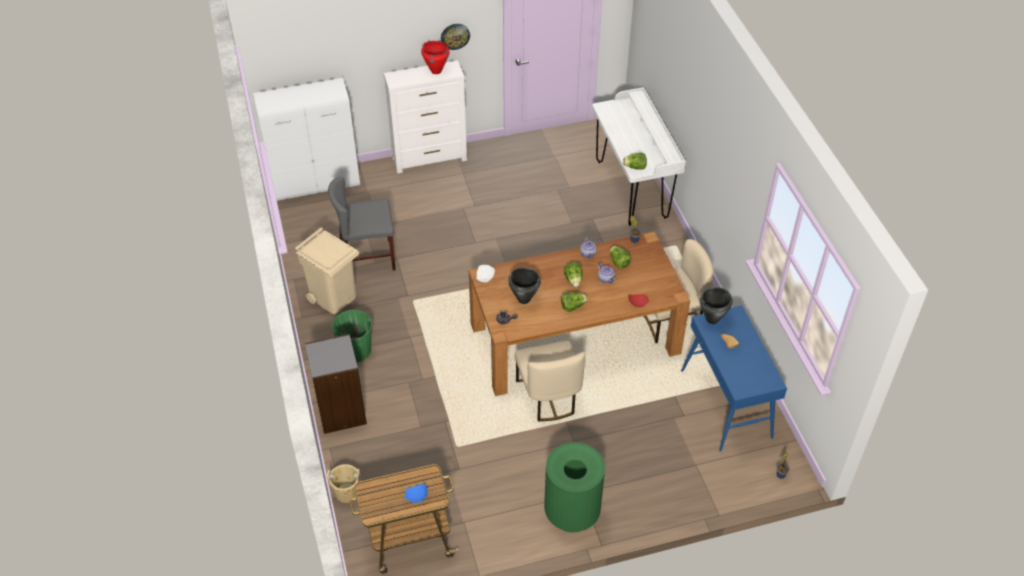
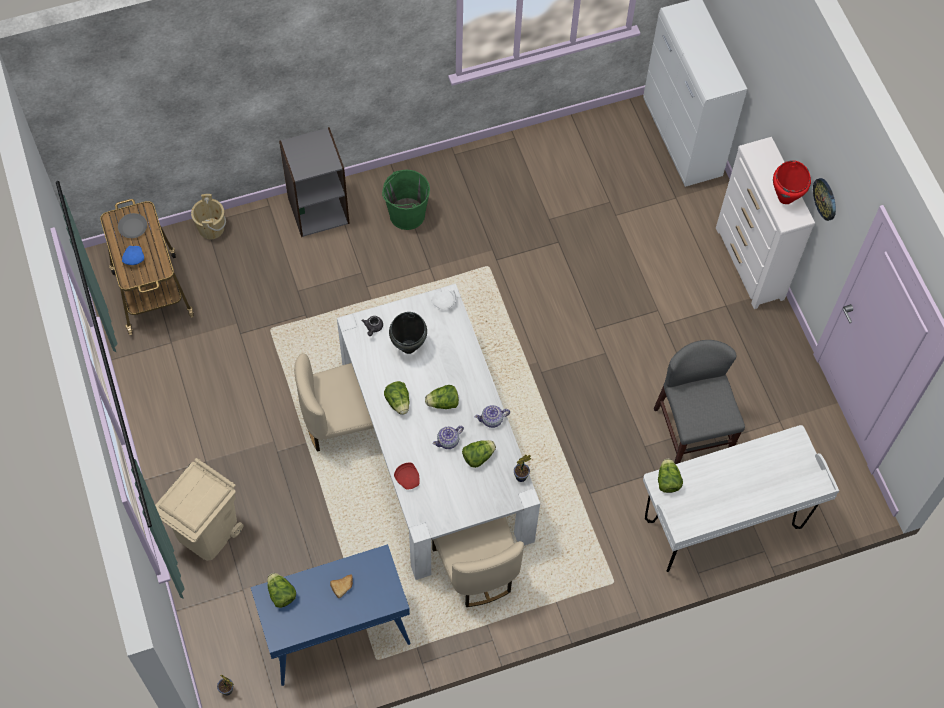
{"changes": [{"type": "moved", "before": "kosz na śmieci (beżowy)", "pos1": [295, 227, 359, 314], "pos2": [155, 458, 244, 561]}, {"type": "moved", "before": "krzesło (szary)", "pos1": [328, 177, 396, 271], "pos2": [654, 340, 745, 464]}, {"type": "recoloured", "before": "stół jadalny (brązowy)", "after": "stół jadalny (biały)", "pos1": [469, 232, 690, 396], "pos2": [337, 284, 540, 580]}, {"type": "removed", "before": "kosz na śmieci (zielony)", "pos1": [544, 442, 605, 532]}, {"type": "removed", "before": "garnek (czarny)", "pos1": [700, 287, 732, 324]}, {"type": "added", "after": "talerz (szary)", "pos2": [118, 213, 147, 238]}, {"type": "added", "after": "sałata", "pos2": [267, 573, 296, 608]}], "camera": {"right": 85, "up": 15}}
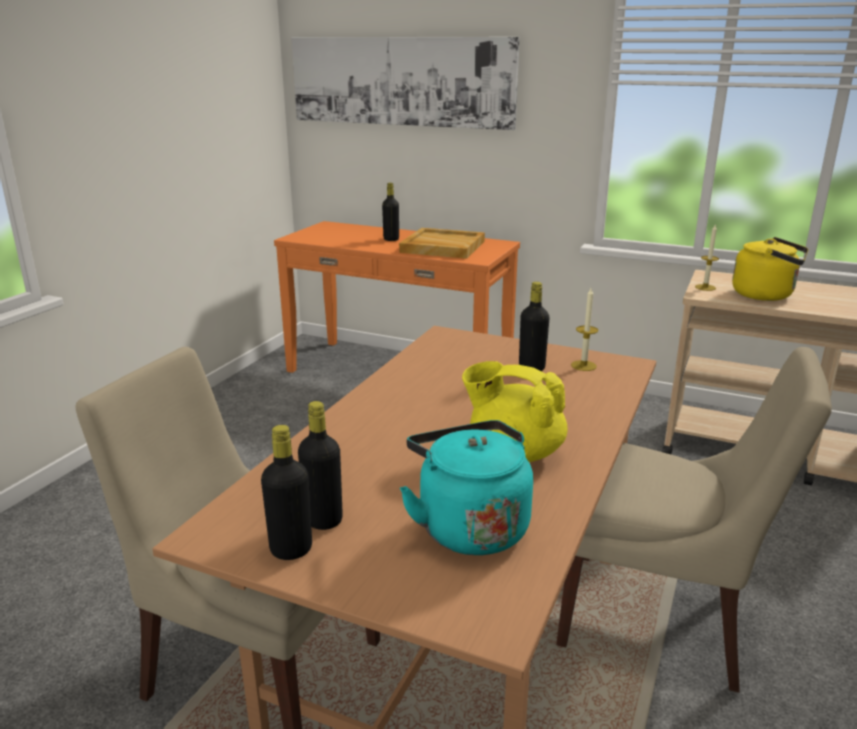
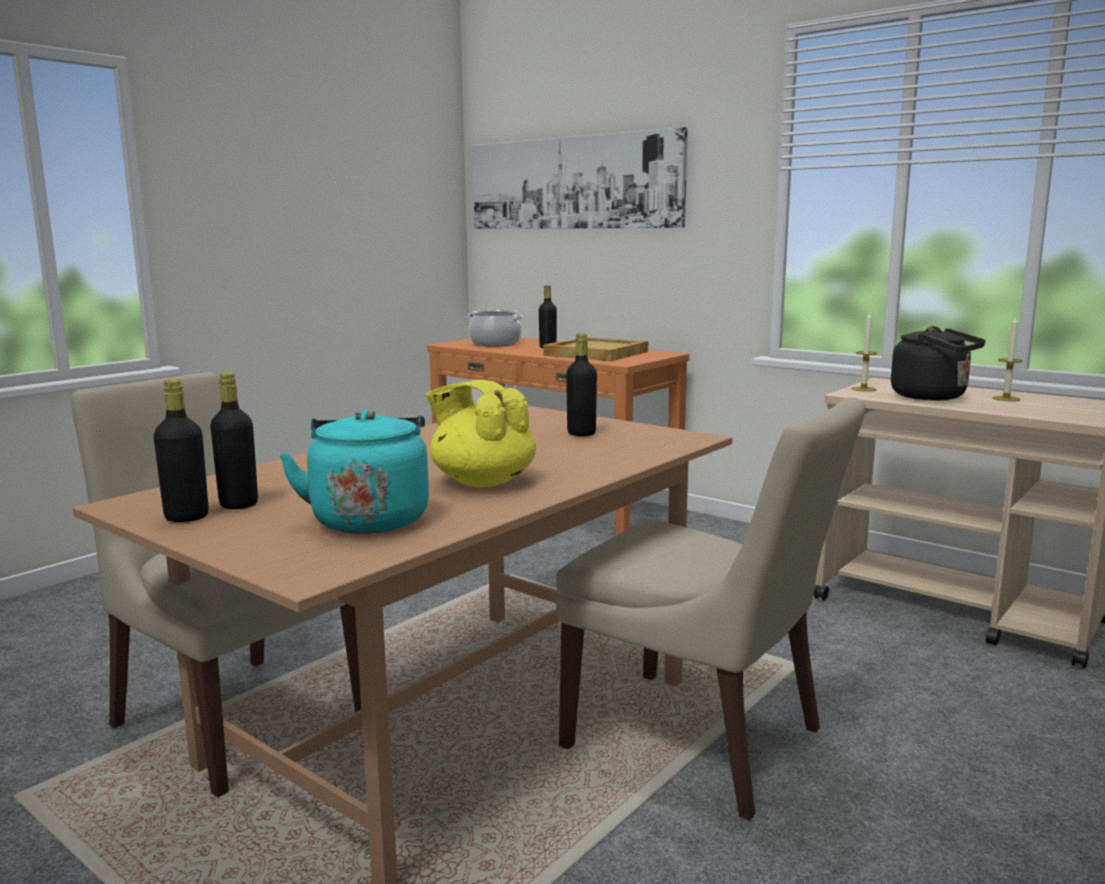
{"changes": [{"type": "moved", "before": "świeca", "pos1": [571, 288, 598, 371], "pos2": [992, 316, 1023, 401]}, {"type": "recoloured", "before": "czajnik (żółty)", "after": "czajnik (czarny)", "pos1": [732, 237, 808, 301], "pos2": [891, 326, 986, 401]}, {"type": "added", "after": "garnek", "pos2": [467, 310, 523, 347]}], "camera": {"right": 15, "up": -10}}
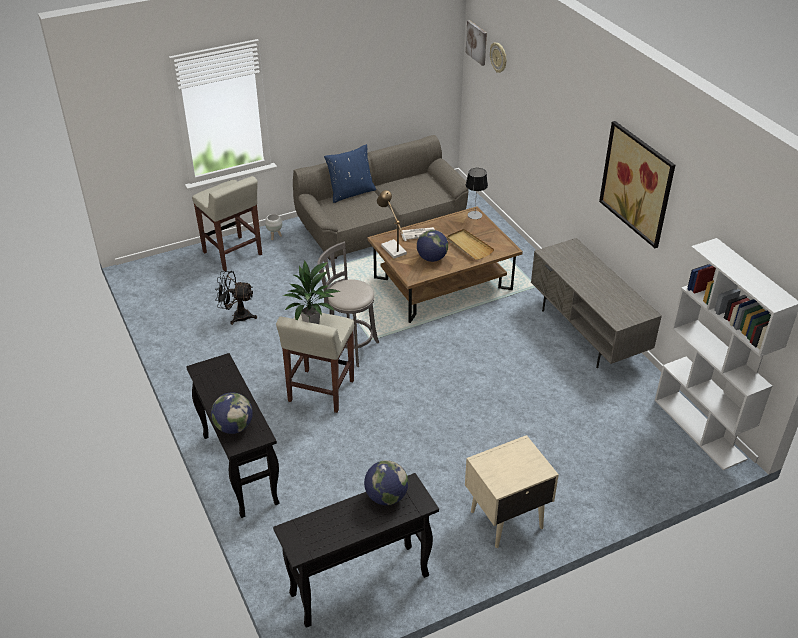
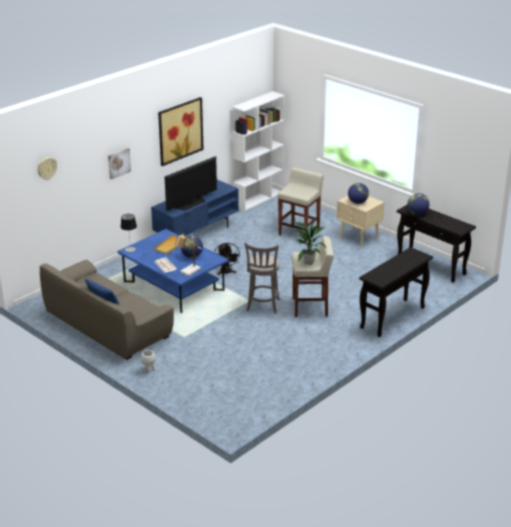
{"changes": [{"type": "moved", "before": "stołek (beżowy)", "pos1": [192, 176, 262, 271], "pos2": [278, 168, 324, 242]}, {"type": "moved", "before": "globus", "pos1": [211, 392, 253, 434], "pos2": [348, 183, 369, 204]}, {"type": "moved", "before": "wentylator (czarny)", "pos1": [215, 271, 257, 325], "pos2": [214, 243, 241, 275]}, {"type": "recoloured", "before": "ława (brązowy)", "after": "ława (niebieski)", "pos1": [368, 206, 523, 323], "pos2": [117, 229, 228, 313]}, {"type": "moved", "before": "obraz", "pos1": [466, 20, 487, 66], "pos2": [108, 148, 131, 179]}, {"type": "recoloured", "before": "szafka pod telewizor (szary)", "after": "szafka pod telewizor (niebieski)", "pos1": [531, 238, 662, 368], "pos2": [151, 180, 239, 236]}, {"type": "added", "after": "telewizor", "pos2": [165, 156, 217, 211]}], "camera": {"right": -110, "up": -10}}
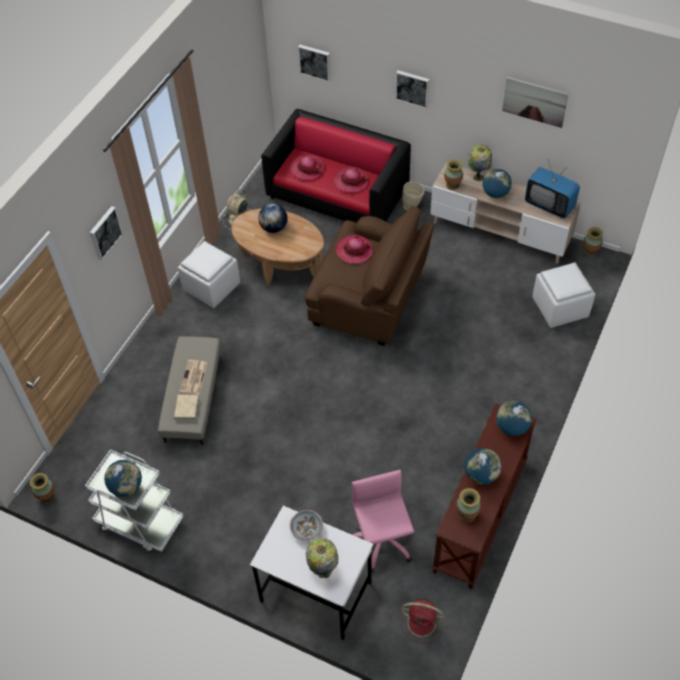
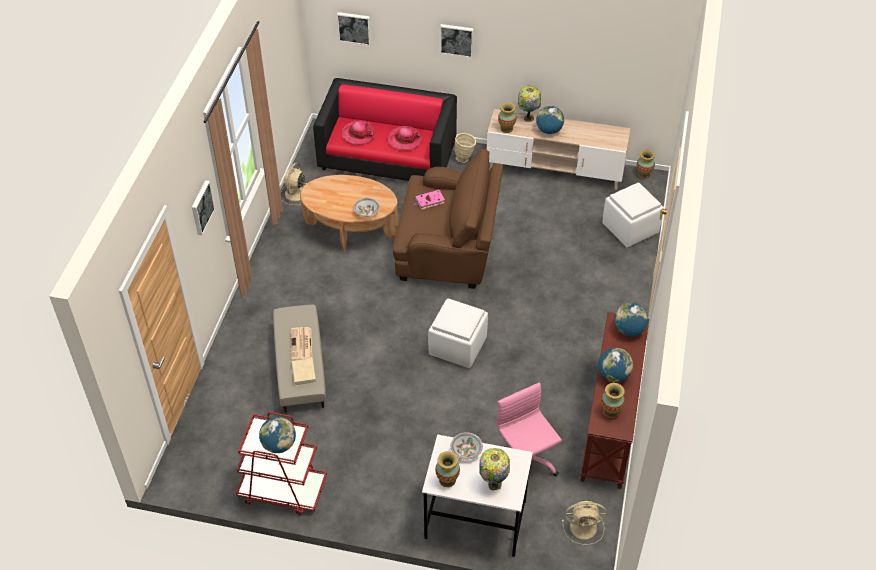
{"changes": [{"type": "moved", "before": "wazon", "pos1": [30, 473, 55, 504], "pos2": [435, 451, 460, 487]}, {"type": "recoloured", "before": "wózek (biały)", "after": "wózek (czerwony)", "pos1": [85, 450, 184, 552], "pos2": [236, 412, 327, 514]}, {"type": "moved", "before": "pufa (biały)", "pos1": [178, 241, 240, 308], "pos2": [428, 299, 488, 368]}, {"type": "removed", "before": "globus", "pos1": [258, 204, 288, 233]}, {"type": "replaced", "before": "kapelusz", "after": "książka (różowy)", "pos1": [336, 235, 373, 264], "pos2": [413, 190, 445, 210]}, {"type": "recoloured", "before": "wentylator (czerwony)", "after": "wentylator (beżowy)", "pos1": [401, 598, 444, 643], "pos2": [562, 500, 607, 545]}, {"type": "removed", "before": "obraz", "pos1": [502, 77, 569, 128]}, {"type": "removed", "before": "telewizor", "pos1": [525, 159, 580, 219]}, {"type": "added", "after": "miska", "pos2": [354, 198, 380, 217]}], "camera": {"right": -15, "up": -5}}
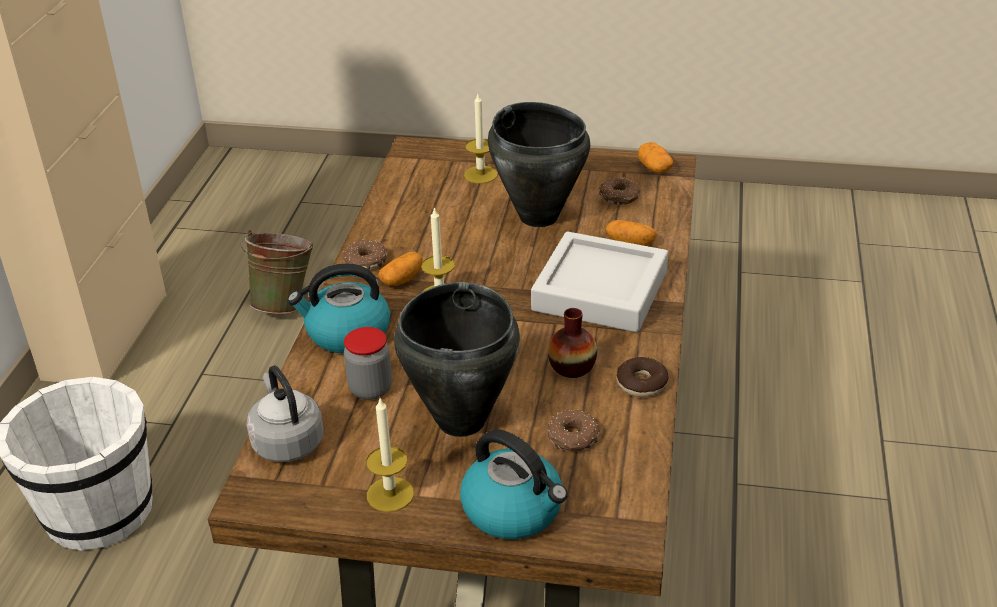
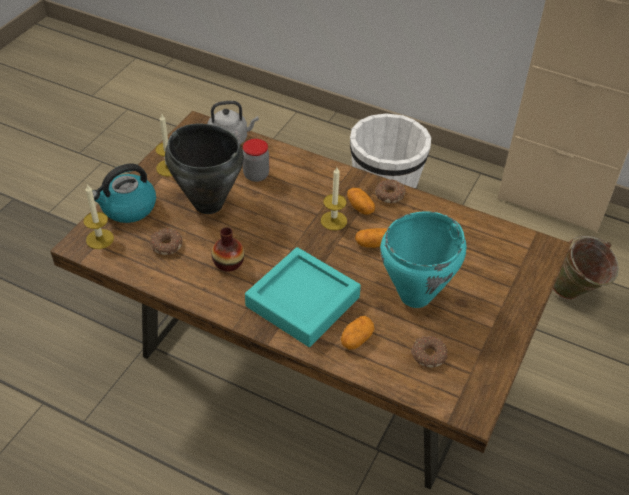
{"changes": [{"type": "removed", "before": "czajnik", "pos1": [287, 263, 390, 354]}, {"type": "moved", "before": "świeca", "pos1": [464, 94, 498, 184], "pos2": [83, 184, 114, 249]}, {"type": "recoloured", "before": "garnek (czarny)", "after": "garnek (turkusowy)", "pos1": [488, 102, 590, 227], "pos2": [380, 212, 466, 308]}, {"type": "recoloured", "before": "taca (szary)", "after": "taca (turkusowy)", "pos1": [531, 231, 668, 332], "pos2": [245, 247, 361, 347]}, {"type": "removed", "before": "donut", "pos1": [617, 357, 669, 397]}, {"type": "moved", "before": "ziemniak", "pos1": [638, 142, 673, 173], "pos2": [355, 228, 388, 248]}], "camera": {"right": 105, "up": 10}}
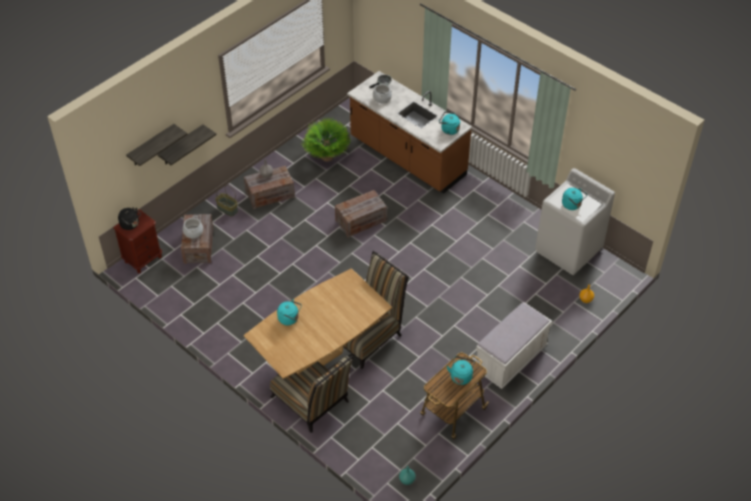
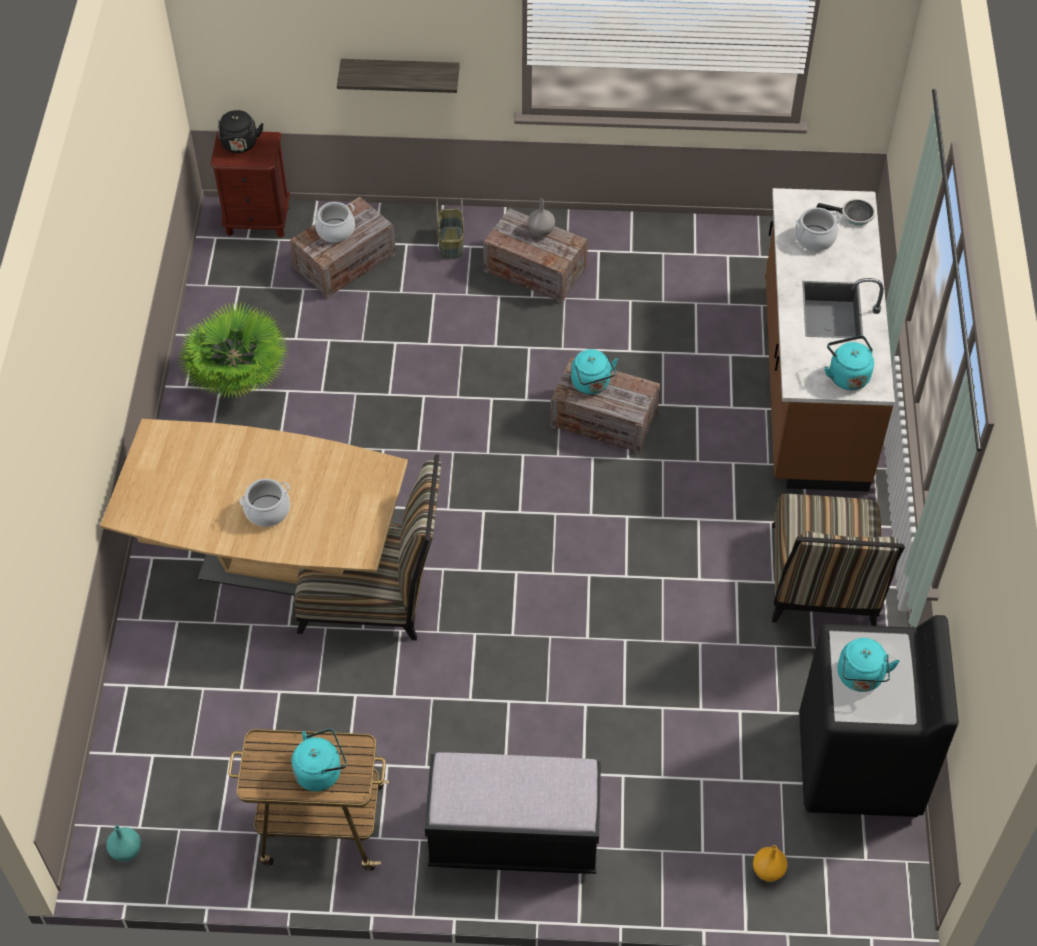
{"changes": [{"type": "removed", "before": "półka", "pos1": [126, 124, 187, 166]}, {"type": "moved", "before": "krzesło", "pos1": [270, 356, 353, 433], "pos2": [772, 494, 905, 626]}, {"type": "moved", "before": "czajnik (turkusowy)", "pos1": [277, 300, 302, 325], "pos2": [571, 349, 618, 394]}, {"type": "moved", "before": "roślina doniczkowa", "pos1": [301, 117, 351, 161], "pos2": [177, 302, 288, 399]}, {"type": "recoloured", "before": "ławka (biały)", "after": "ławka (czarny)", "pos1": [476, 302, 552, 389], "pos2": [425, 752, 601, 874]}, {"type": "recoloured", "before": "pralka (biały)", "after": "pralka (czarny)", "pos1": [535, 168, 615, 275], "pos2": [799, 615, 959, 817]}, {"type": "added", "after": "garnek", "pos2": [239, 479, 290, 527]}], "camera": {"right": 50, "up": 5}}
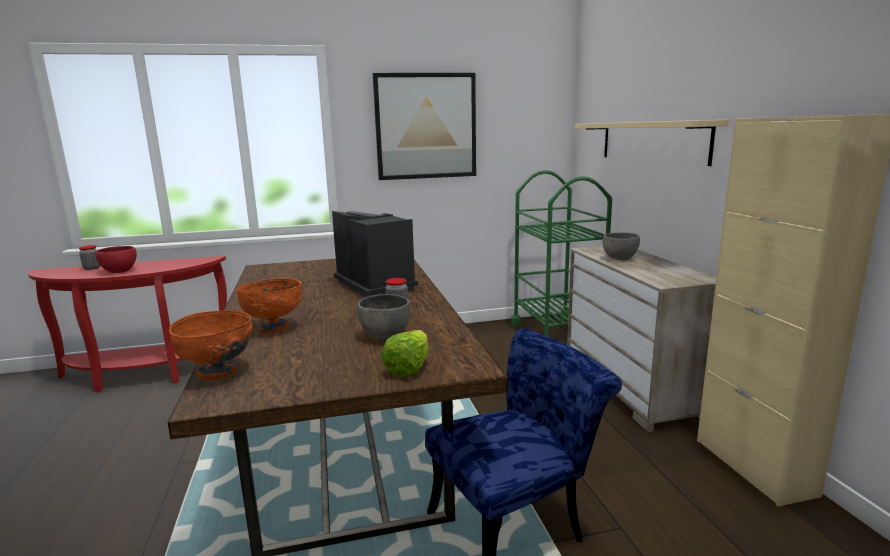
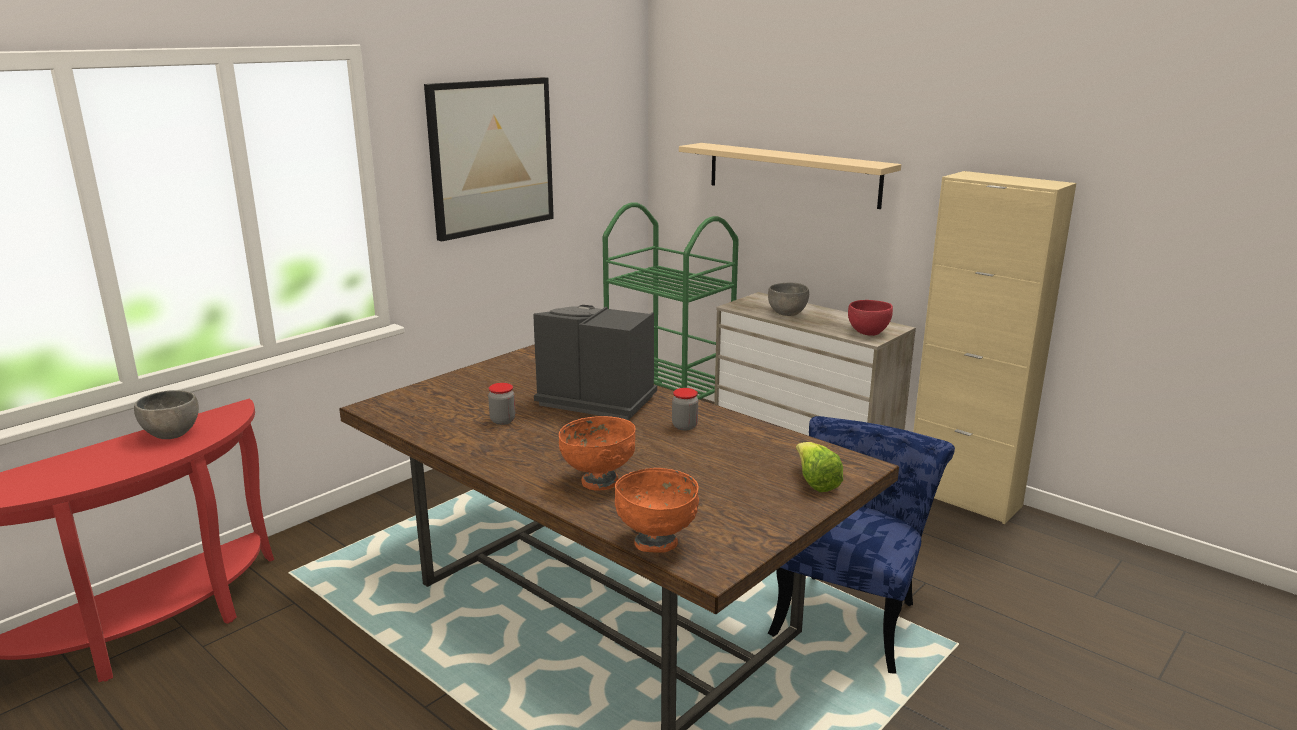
{"changes": [{"type": "moved", "before": "słoik", "pos1": [79, 245, 100, 270], "pos2": [488, 383, 515, 425]}, {"type": "moved", "before": "miska (czerwony)", "pos1": [95, 246, 137, 273], "pos2": [848, 300, 893, 336]}, {"type": "moved", "before": "miska (szary)", "pos1": [357, 294, 411, 340], "pos2": [134, 390, 199, 439]}], "camera": {"right": -35, "up": 5}}
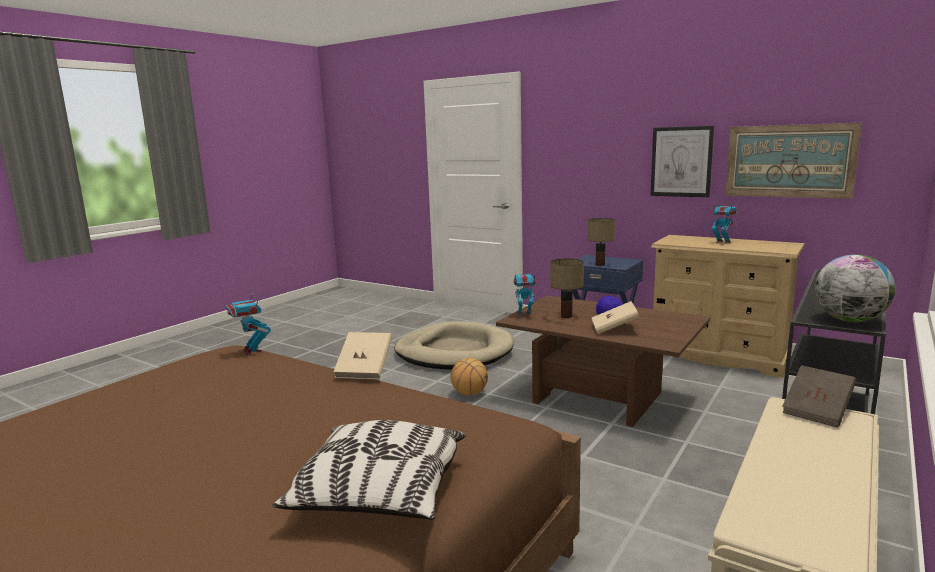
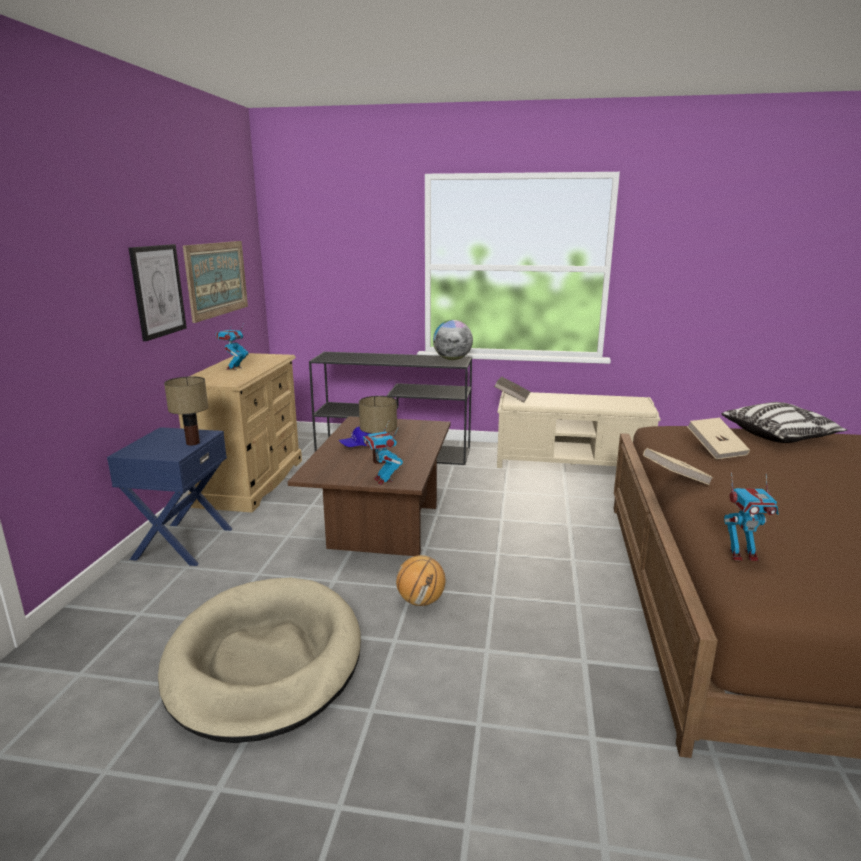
{"changes": [{"type": "turned", "before": "robot zabawkowy", "pos1": [225, 289, 271, 355], "pos2": [724, 472, 779, 561], "turn": 60}, {"type": "moved", "before": "książka (beżowy)", "pos1": [592, 301, 640, 334], "pos2": [687, 418, 750, 460]}], "camera": {"right": -115, "up": 5}}
